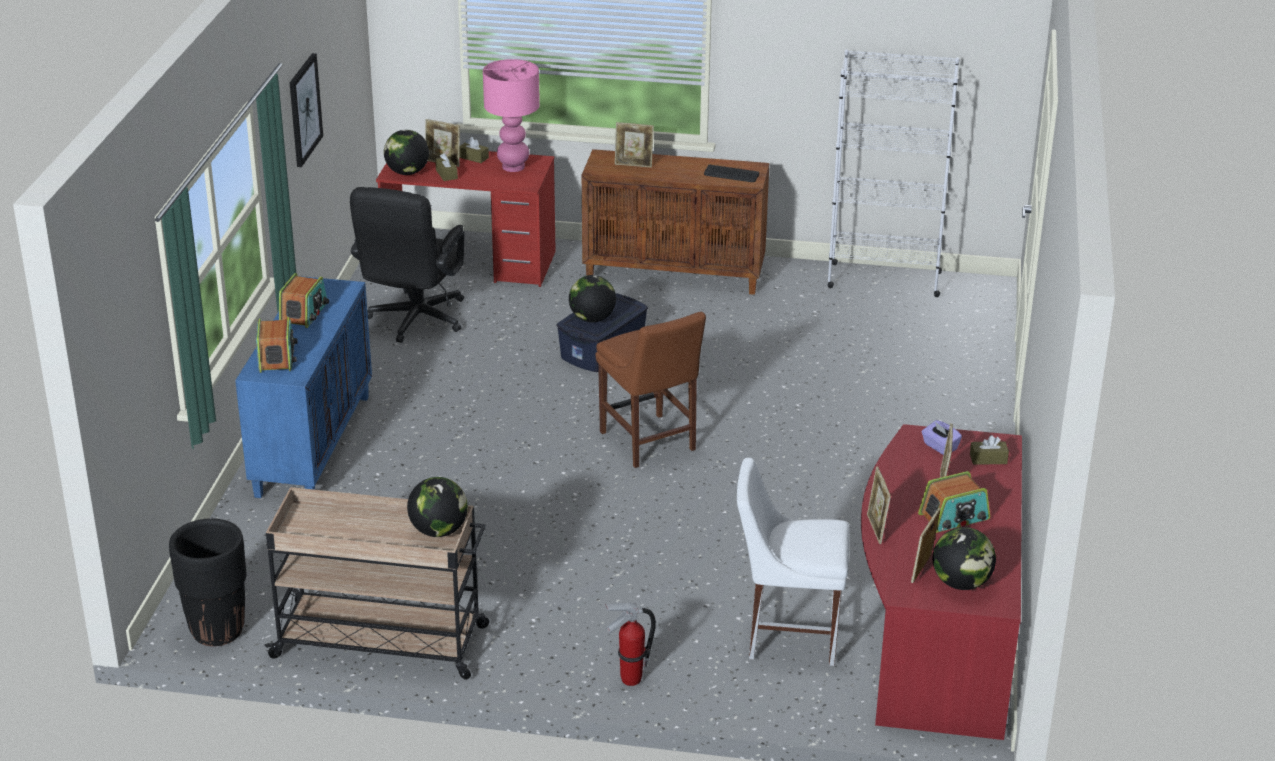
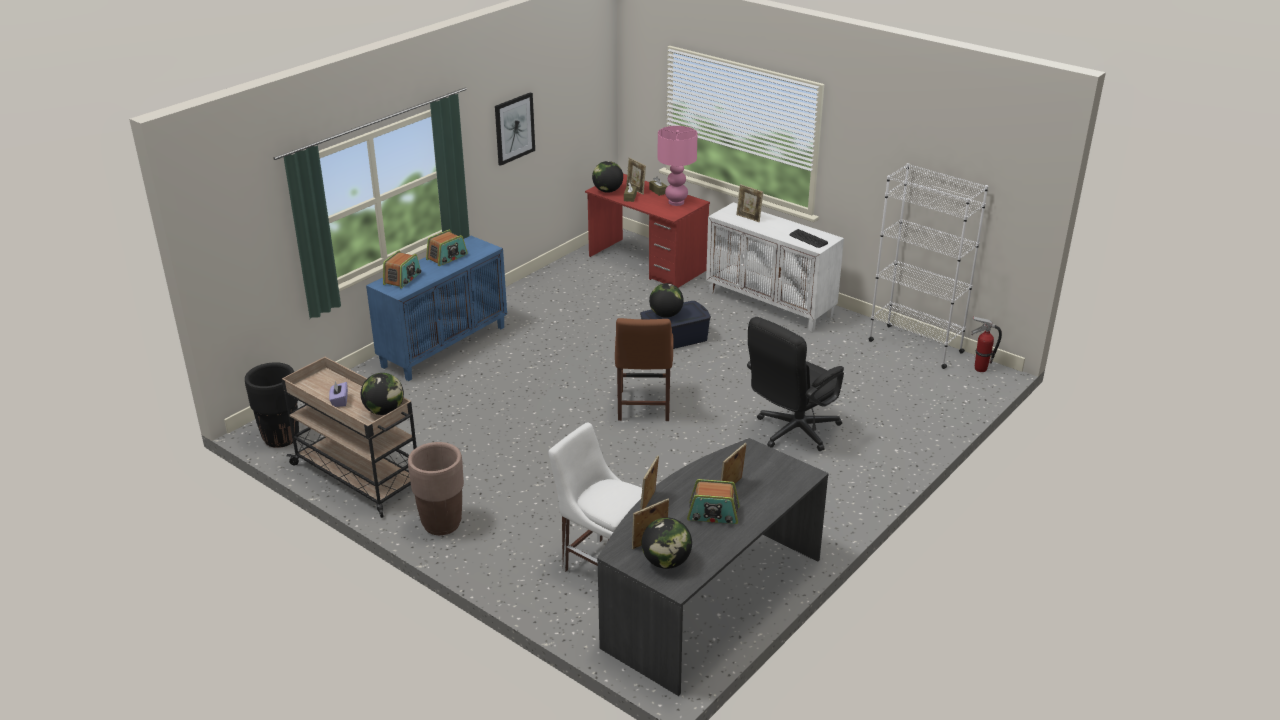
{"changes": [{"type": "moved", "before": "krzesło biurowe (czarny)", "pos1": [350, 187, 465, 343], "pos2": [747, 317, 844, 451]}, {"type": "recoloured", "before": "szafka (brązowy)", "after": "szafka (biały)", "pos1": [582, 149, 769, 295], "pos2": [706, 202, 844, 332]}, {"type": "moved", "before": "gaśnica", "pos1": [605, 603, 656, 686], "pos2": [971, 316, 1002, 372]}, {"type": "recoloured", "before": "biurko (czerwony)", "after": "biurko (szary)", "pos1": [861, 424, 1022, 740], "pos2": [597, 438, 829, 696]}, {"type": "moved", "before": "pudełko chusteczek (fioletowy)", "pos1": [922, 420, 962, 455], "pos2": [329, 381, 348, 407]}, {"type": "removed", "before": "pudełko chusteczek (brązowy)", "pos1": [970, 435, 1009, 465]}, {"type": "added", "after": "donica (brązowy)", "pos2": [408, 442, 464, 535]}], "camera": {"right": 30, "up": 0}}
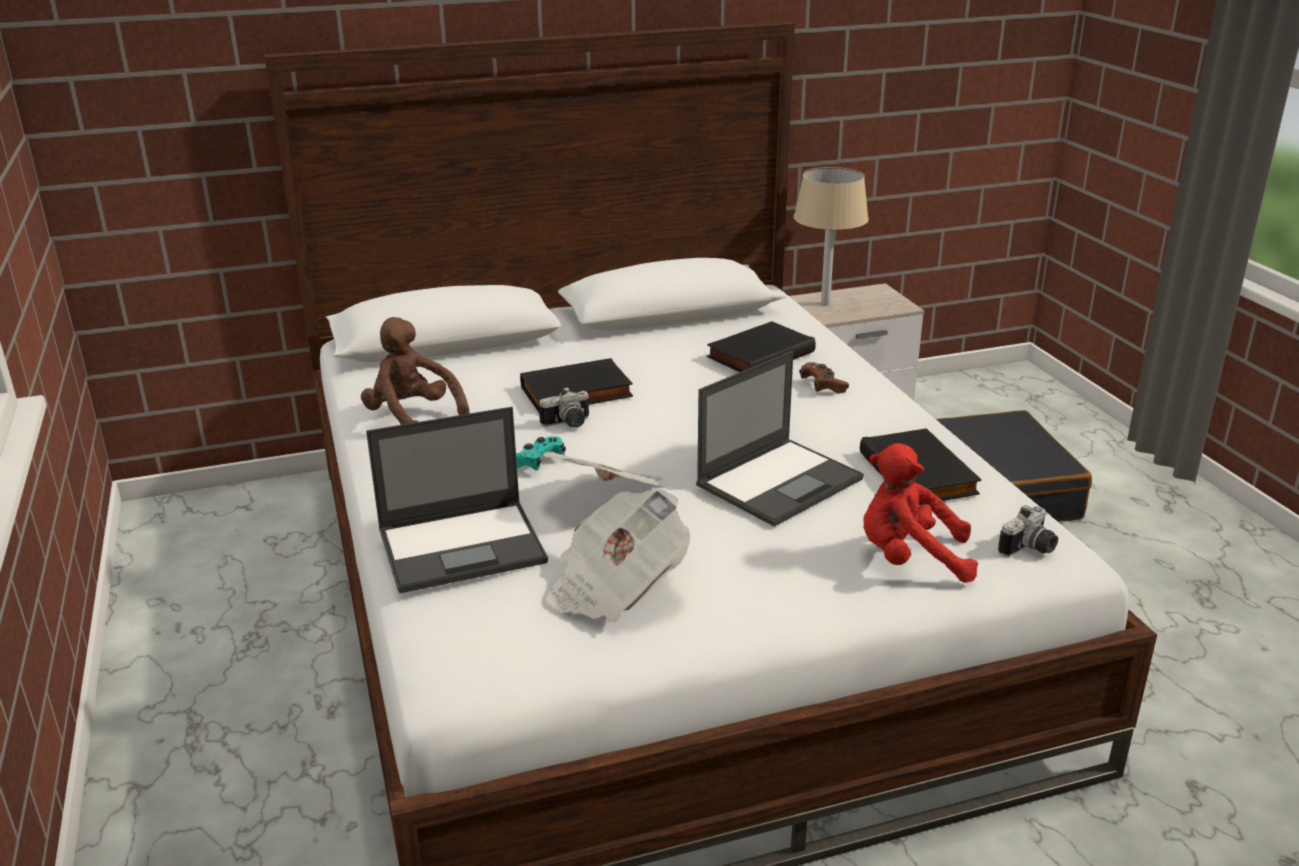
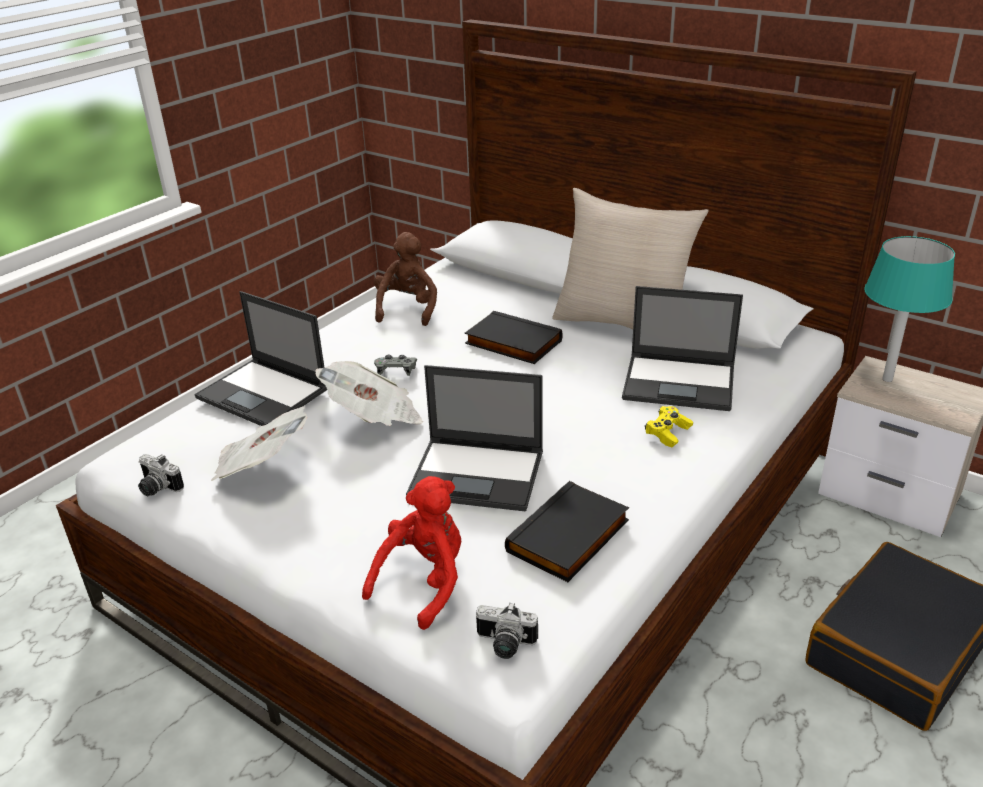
{"changes": [{"type": "recoloured", "before": "pad do gier (turkusowy)", "after": "pad do gier (szary)", "pos1": [516, 436, 566, 471], "pos2": [374, 355, 417, 376]}, {"type": "moved", "before": "aparat fotograficzny", "pos1": [539, 387, 589, 428], "pos2": [138, 454, 184, 496]}, {"type": "replaced", "before": "książka (czarny)", "after": "laptop", "pos1": [707, 321, 816, 372], "pos2": [622, 286, 743, 411]}, {"type": "recoloured", "before": "lampa stołowa (beżowy)", "after": "lampa stołowa (turkusowy)", "pos1": [794, 167, 869, 306], "pos2": [864, 236, 955, 382]}, {"type": "recoloured", "before": "pad do gier (brązowy)", "after": "pad do gier (żółty)", "pos1": [800, 362, 849, 394], "pos2": [645, 406, 693, 448]}, {"type": "turned", "before": "pluszak (czerwony)", "pos1": [863, 443, 978, 583], "pos2": [362, 476, 461, 630], "turn": 60}, {"type": "added", "after": "poduszka (beżowy)", "pos2": [552, 188, 708, 329]}], "camera": {"right": 55, "up": 5}}
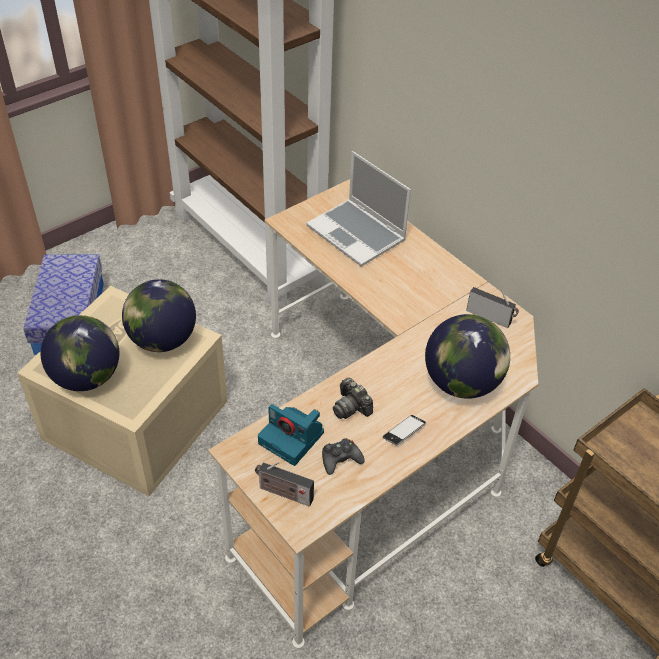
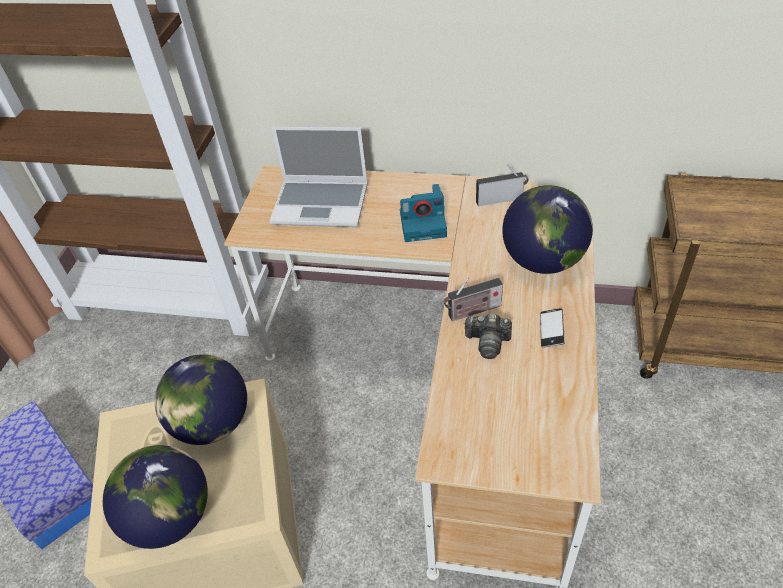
{"changes": [{"type": "moved", "before": "radio", "pos1": [255, 462, 314, 506], "pos2": [444, 278, 503, 321]}, {"type": "moved", "before": "aparat fotograficzny", "pos1": [258, 404, 324, 466], "pos2": [400, 184, 447, 242]}, {"type": "removed", "before": "pad do gier (czarny)", "pos1": [322, 438, 365, 475]}], "camera": {"right": -35, "up": 0}}
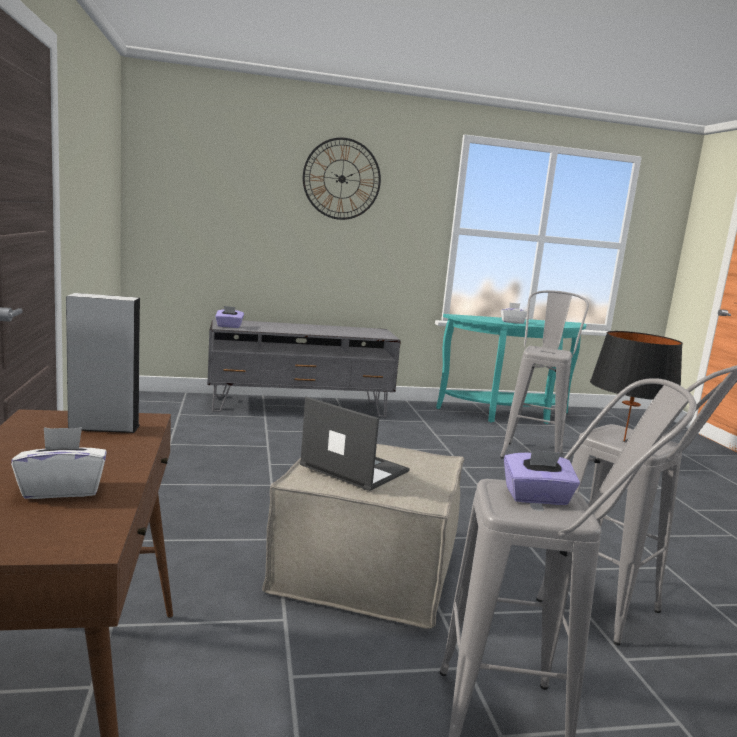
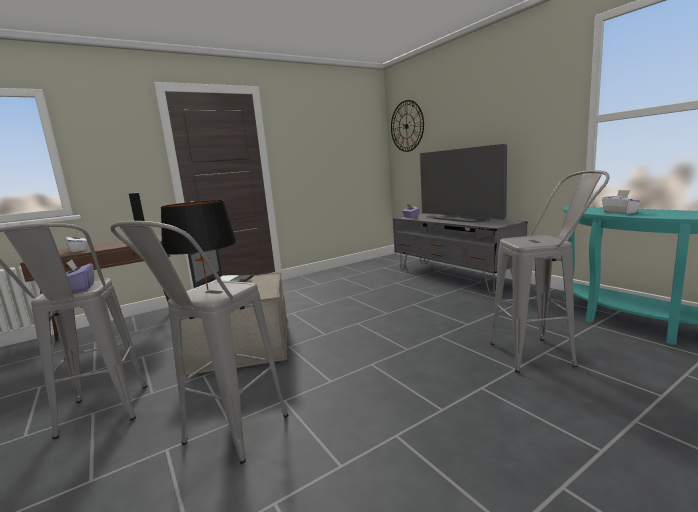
{"changes": [{"type": "moved", "before": "zegar ścienny", "pos1": [303, 137, 381, 220], "pos2": [391, 100, 424, 152]}, {"type": "added", "after": "telewizor", "pos2": [420, 144, 507, 223]}], "camera": {"right": 70, "up": 0}}
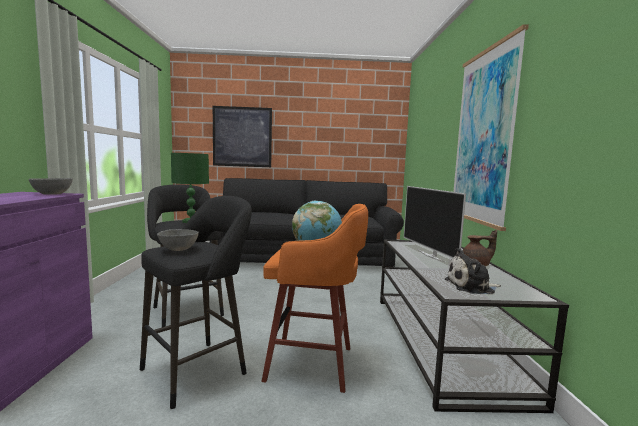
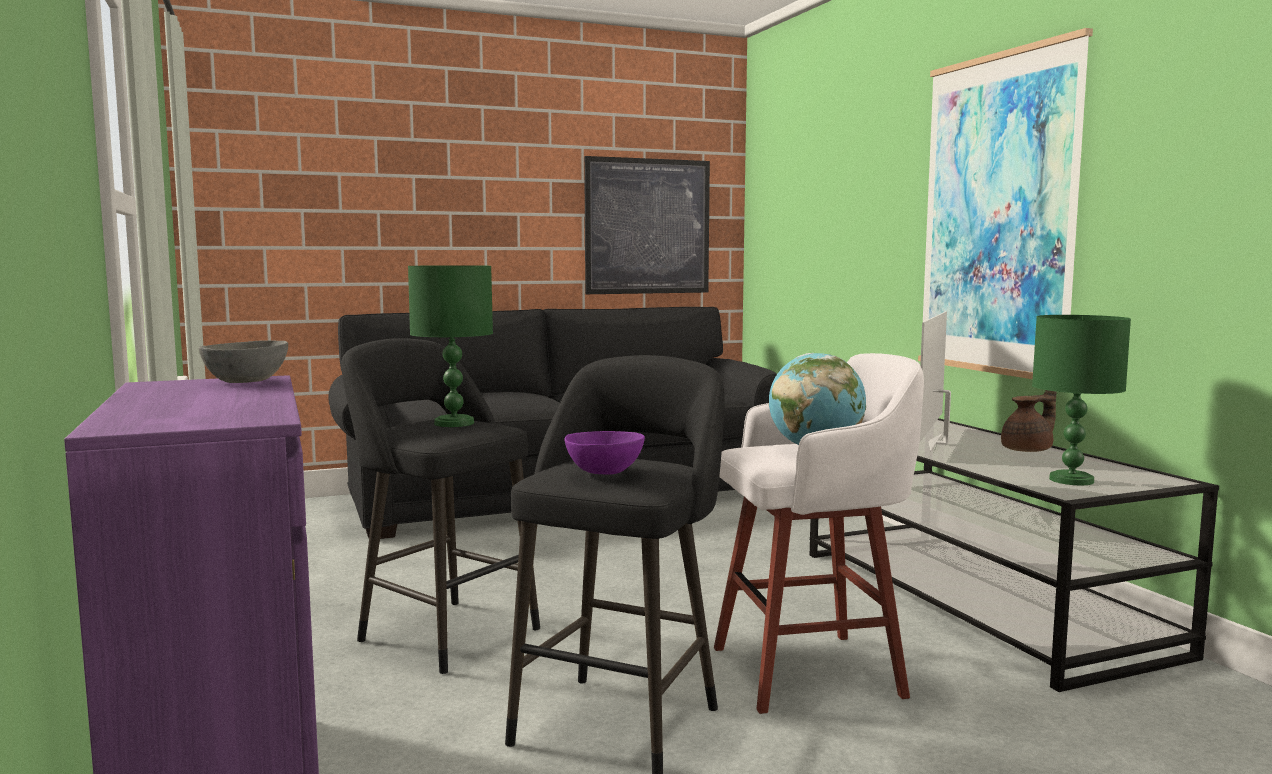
{"changes": [{"type": "recoloured", "before": "miska (szary)", "after": "miska (fioletowy)", "pos1": [157, 229, 199, 251], "pos2": [565, 431, 645, 475]}, {"type": "moved", "before": "obraz", "pos1": [213, 106, 272, 167], "pos2": [584, 156, 710, 294]}, {"type": "recoloured", "before": "stołek (pomarańczowy)", "after": "stołek (biały)", "pos1": [261, 204, 368, 393], "pos2": [714, 353, 924, 714]}, {"type": "turned", "before": "telewizor", "pos1": [404, 186, 466, 263], "pos2": [919, 311, 951, 451], "turn": 60}, {"type": "replaced", "before": "pluszak", "after": "lampa stołowa (zielony)", "pos1": [445, 248, 501, 294], "pos2": [1032, 315, 1131, 485]}], "camera": {"right": -20, "up": 0}}
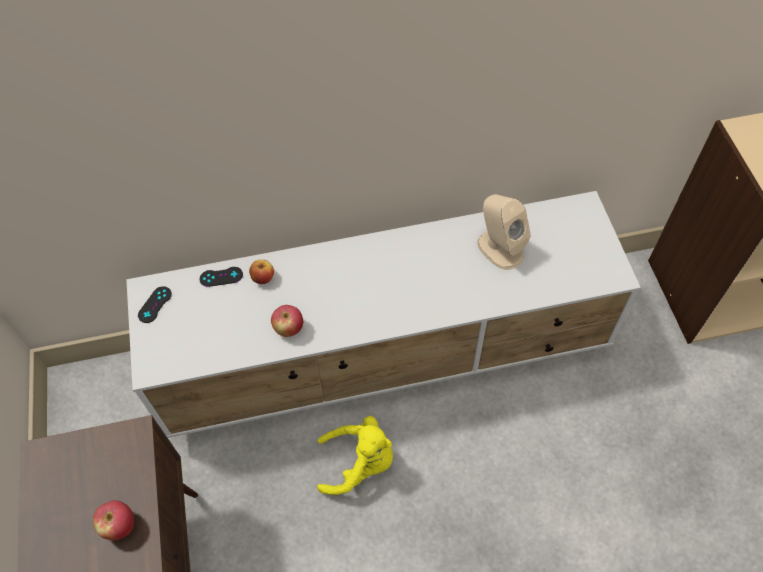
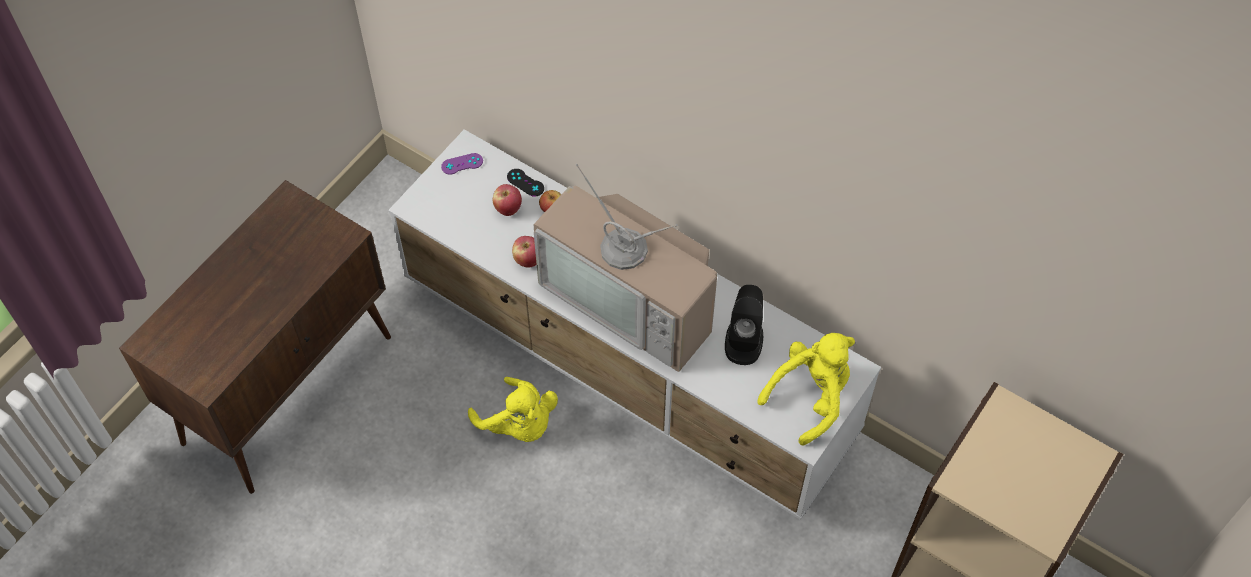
{"changes": [{"type": "moved", "before": "jabłko", "pos1": [93, 500, 134, 540], "pos2": [492, 184, 522, 216]}, {"type": "recoloured", "before": "pad do gier (czarny)", "after": "pad do gier (fioletowy)", "pos1": [138, 286, 172, 323], "pos2": [441, 153, 483, 175]}, {"type": "recoloured", "before": "głośnik (beżowy)", "after": "głośnik (czarny)", "pos1": [477, 194, 531, 270], "pos2": [725, 285, 763, 365]}, {"type": "added", "after": "telewizor", "pos2": [533, 164, 717, 372]}, {"type": "added", "after": "pluszak (żółty)", "pos2": [757, 333, 855, 445]}], "camera": {"right": 45, "up": 0}}
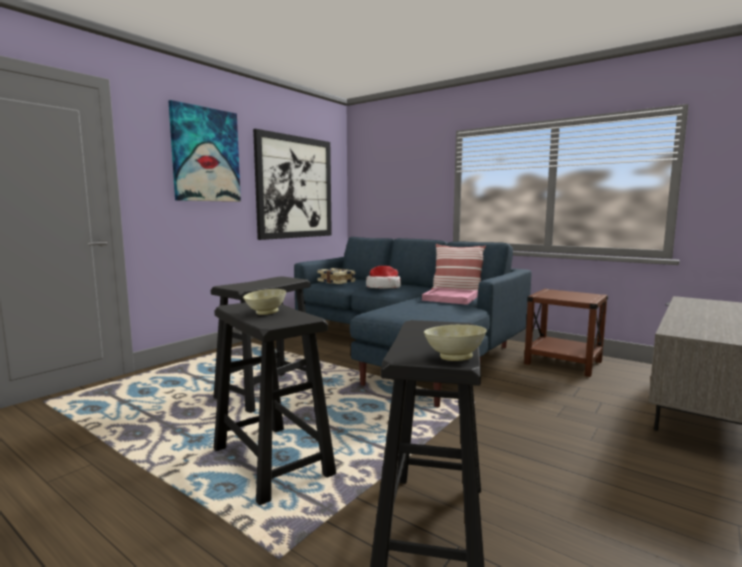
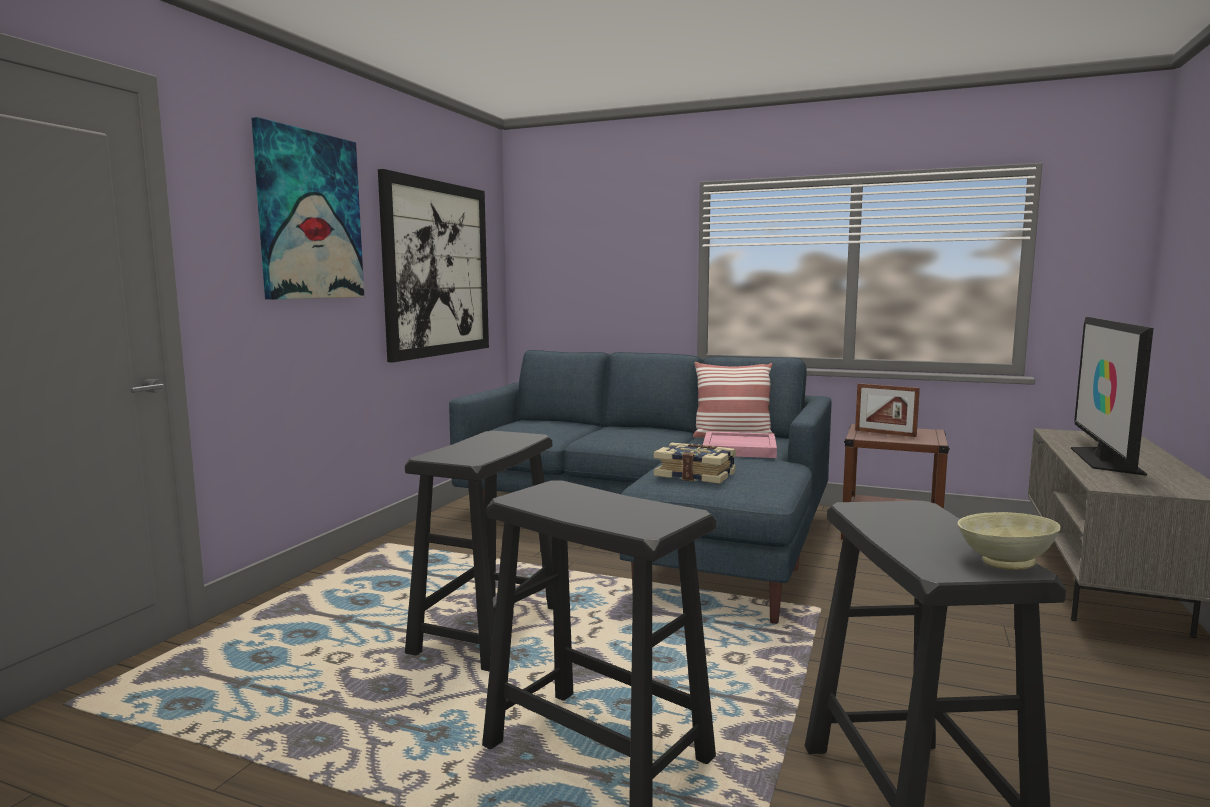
{"changes": [{"type": "removed", "before": "miska (beżowy)", "pos1": [243, 289, 286, 315]}, {"type": "moved", "before": "książka", "pos1": [317, 268, 355, 284], "pos2": [654, 443, 736, 484]}, {"type": "removed", "before": "kapelusz", "pos1": [366, 266, 401, 289]}, {"type": "added", "after": "ramka na zdjęcie", "pos2": [855, 383, 920, 437]}, {"type": "added", "after": "telewizor", "pos2": [1071, 317, 1154, 476]}], "camera": {"right": -15, "up": 0}}
